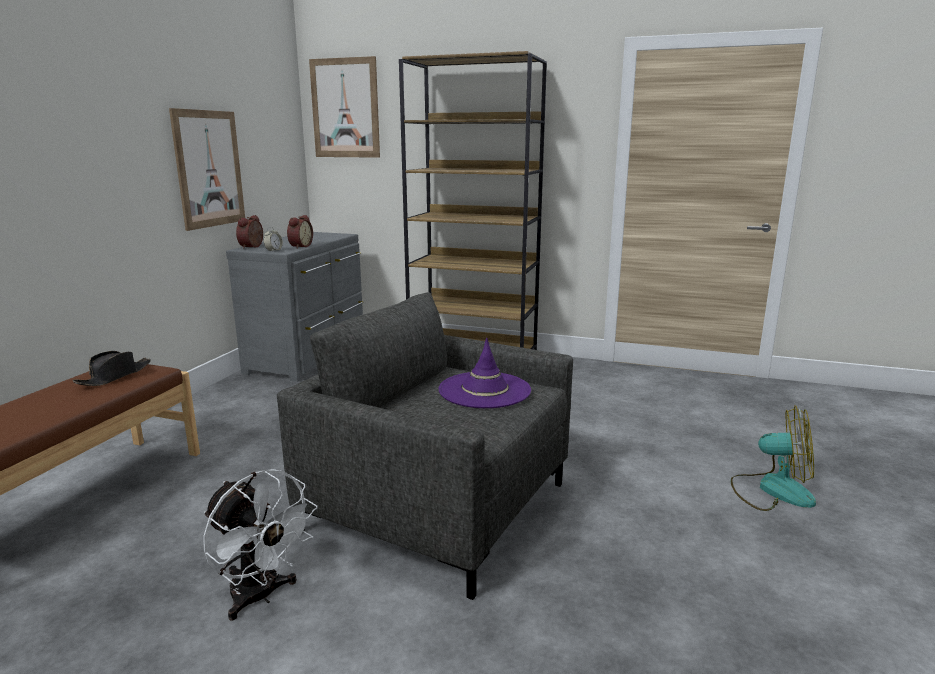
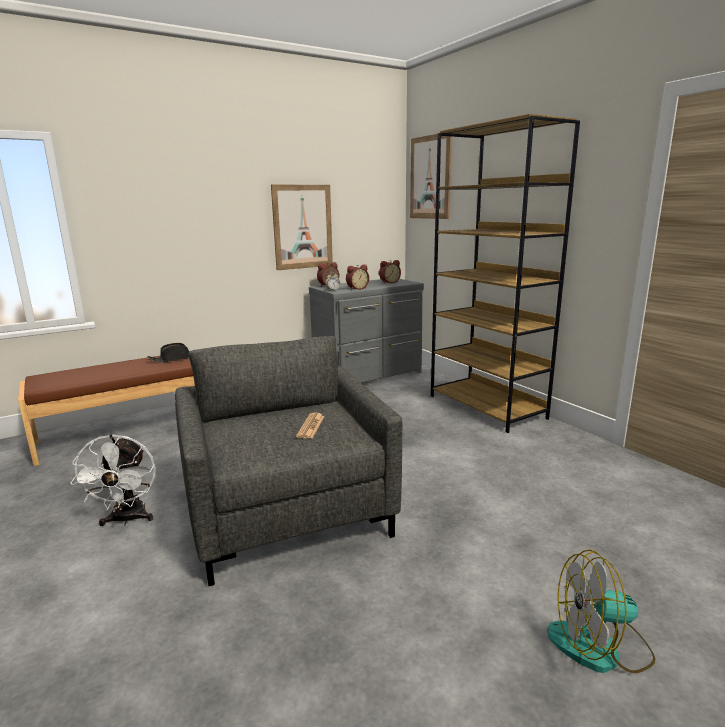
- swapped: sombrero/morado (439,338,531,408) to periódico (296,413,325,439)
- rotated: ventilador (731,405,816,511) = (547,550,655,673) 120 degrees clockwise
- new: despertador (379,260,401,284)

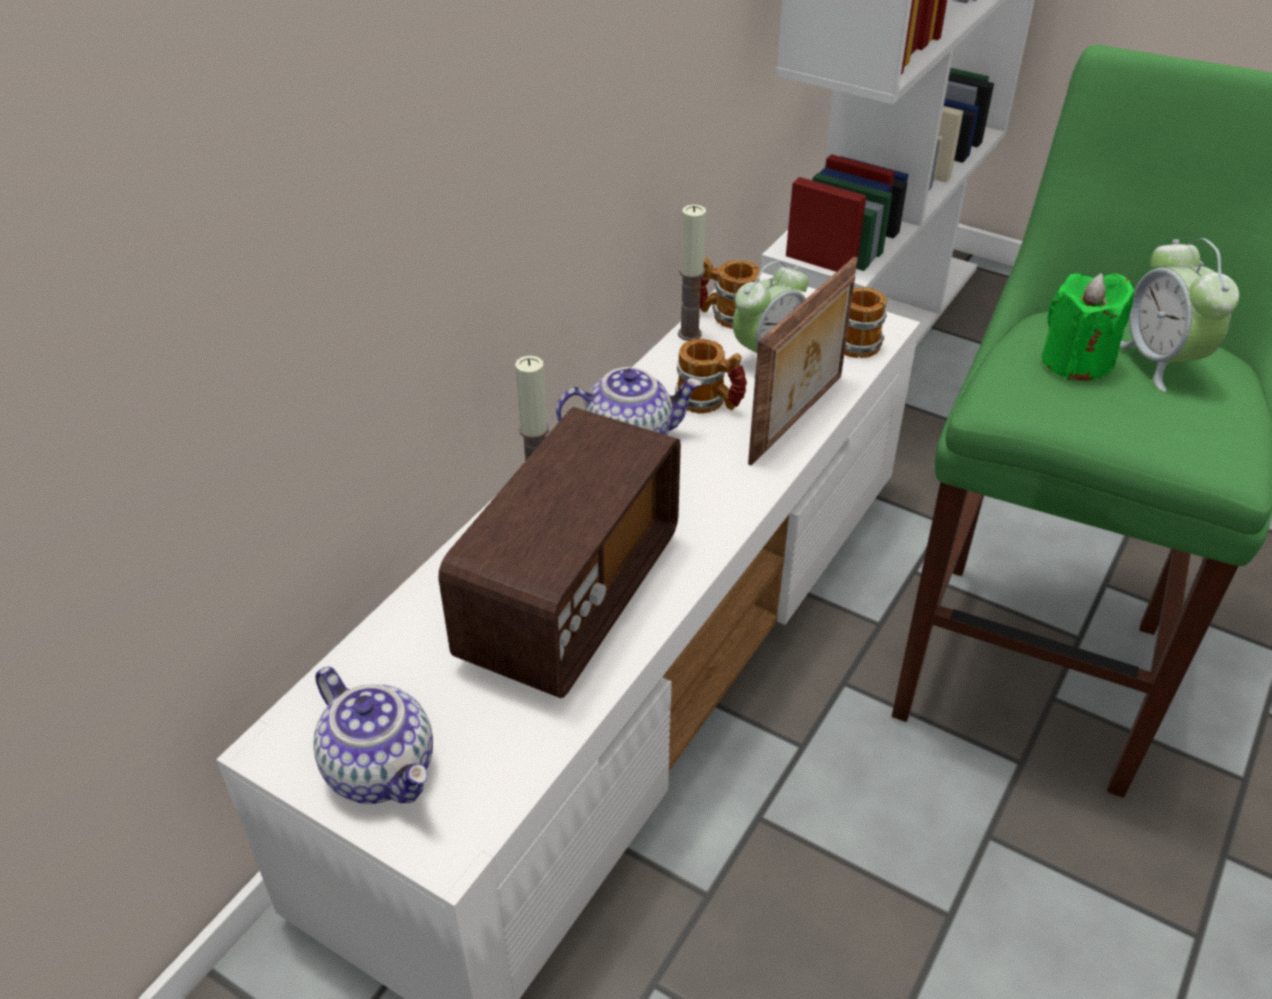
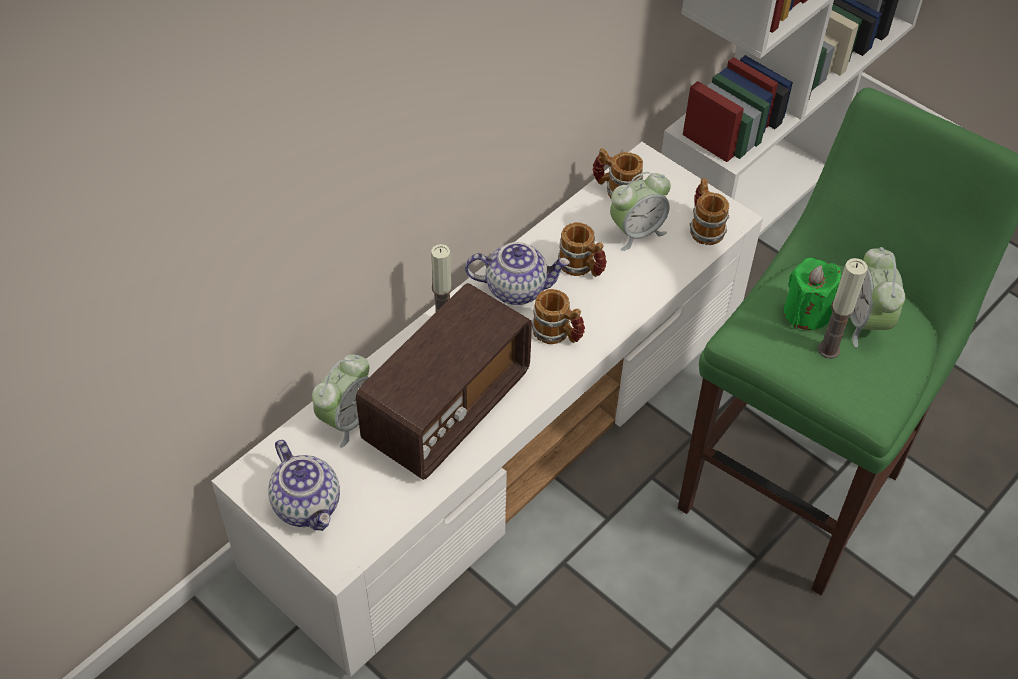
- shifted: vela (678,205,706,341) to (818,258,868,359)
- gone: portarretratos (748,256,858,466)
- new: taza grande (532,289,585,344)
- new: despertador (312,354,369,448)

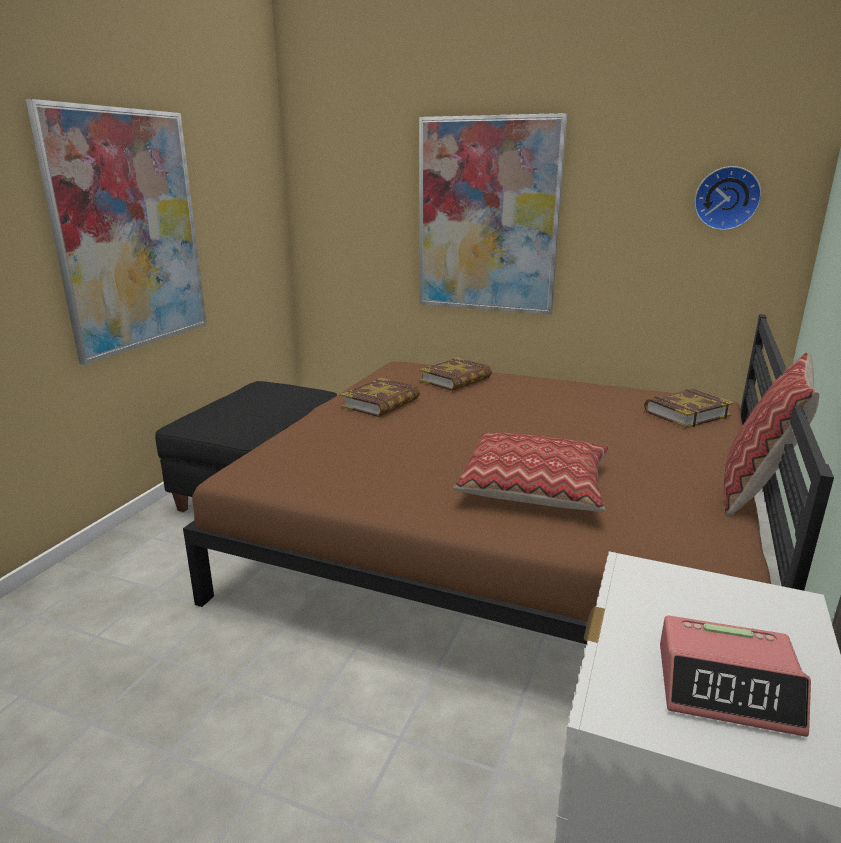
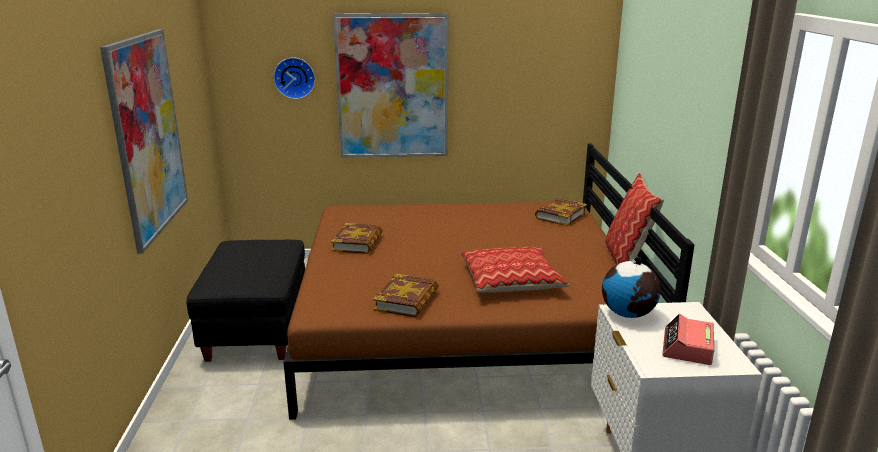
- shifted: reloj de pared (694,166,761,230) to (273,57,315,99)
- shifted: libro (420,358,492,391) to (373,274,438,317)
- rotated: despertador (660,615,811,737) = (662,314,714,365) 120 degrees clockwise
- new: globo terráqueo (602,256,661,318)

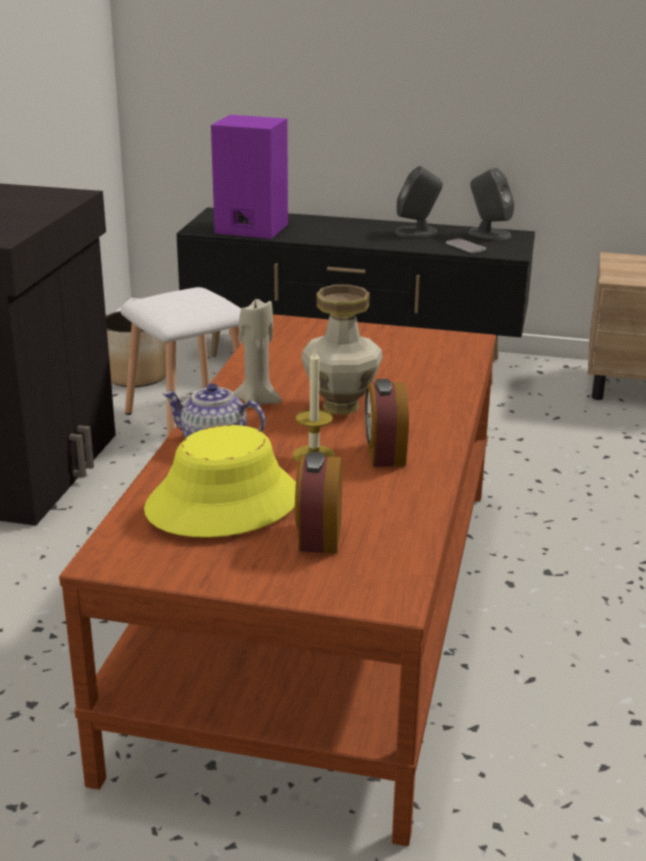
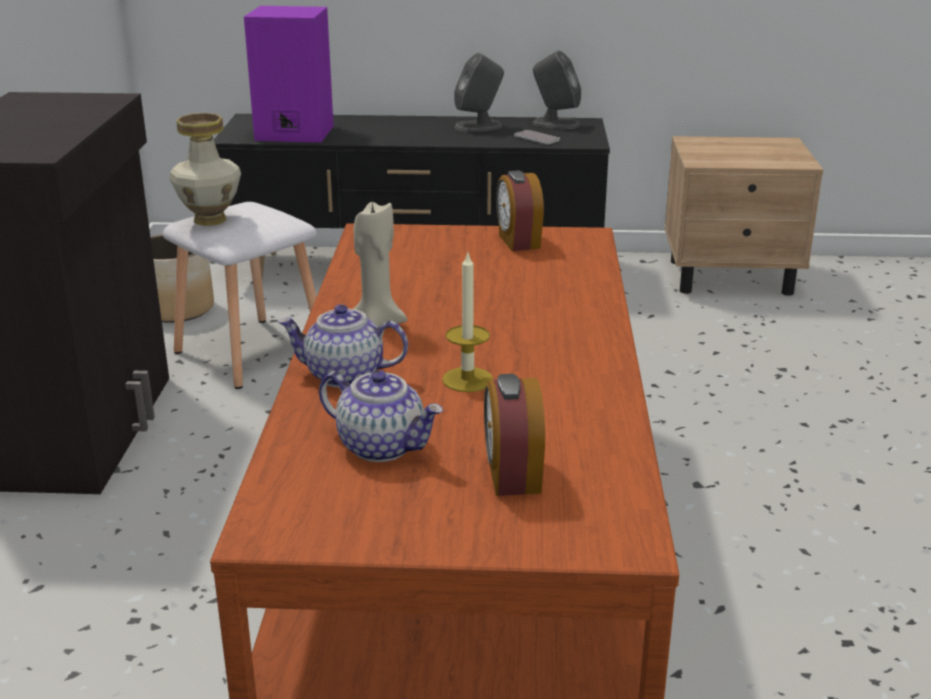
- shifted: florero (301,285,383,415) to (170,113,241,226)
- shifted: despertador (365,379,409,467) to (496,170,544,251)
- swapped: sombrero/amarillo (144,425,296,538) to tetera (319,370,443,462)

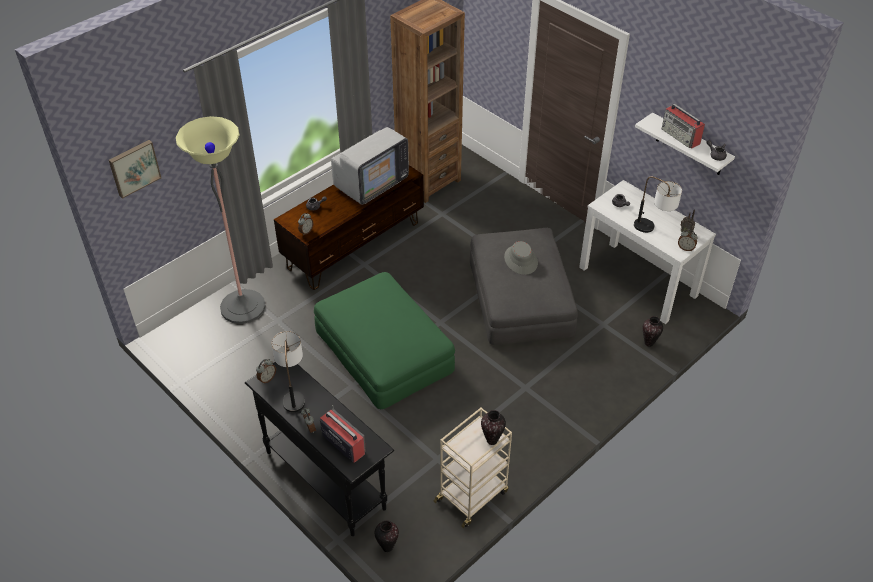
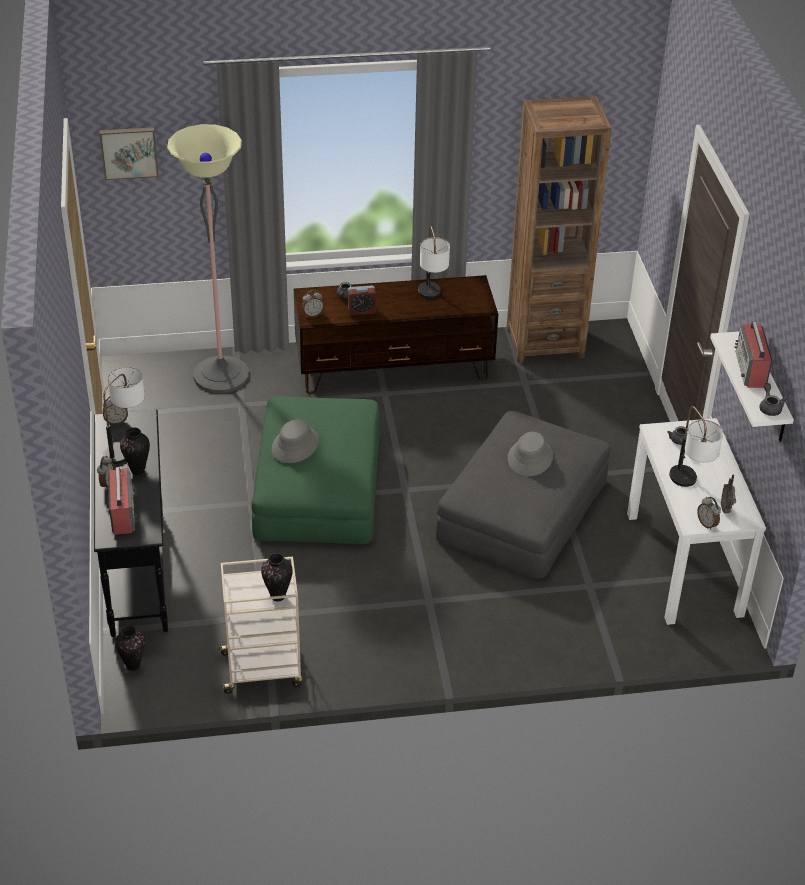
- swapped: televisor (331,127,409,205) to lámpara de mesa (418,226,450,299)
- shifted: florero (643,316,663,347) to (120,428,150,475)
- new: despertador (348,286,376,315)
- new: sombrero/gris (272,419,319,463)

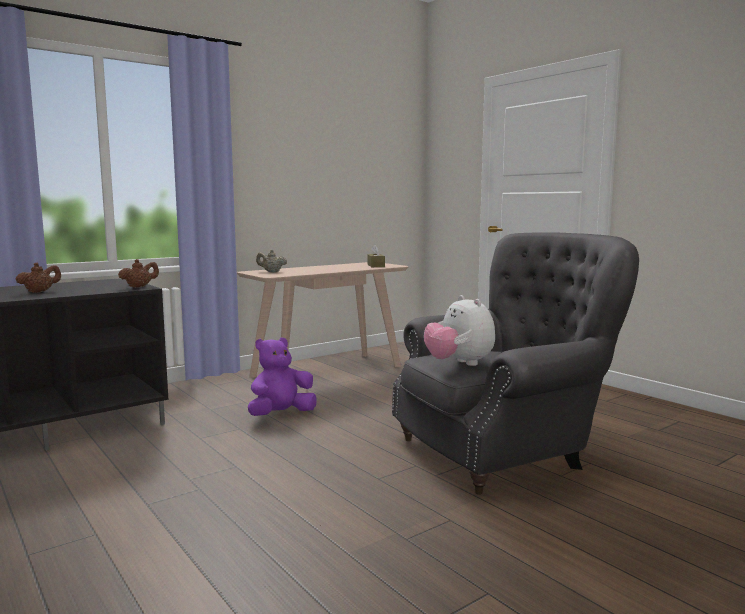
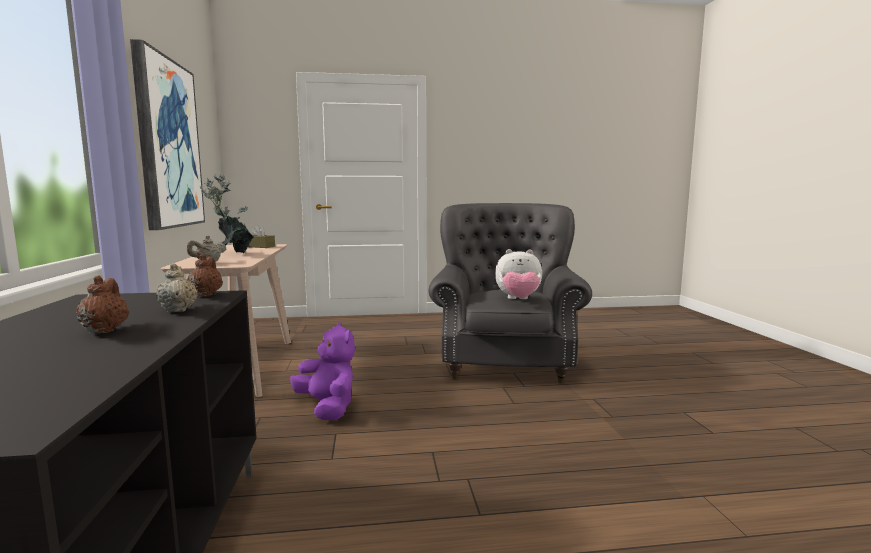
- rotated: peluche/morado (248,338,317,416) = (290,323,355,420) 150 degrees clockwise
- new: cuadro (130,39,205,230)
- new: planta en maceta (200,173,255,253)
- new: tetera/beis (156,263,197,312)

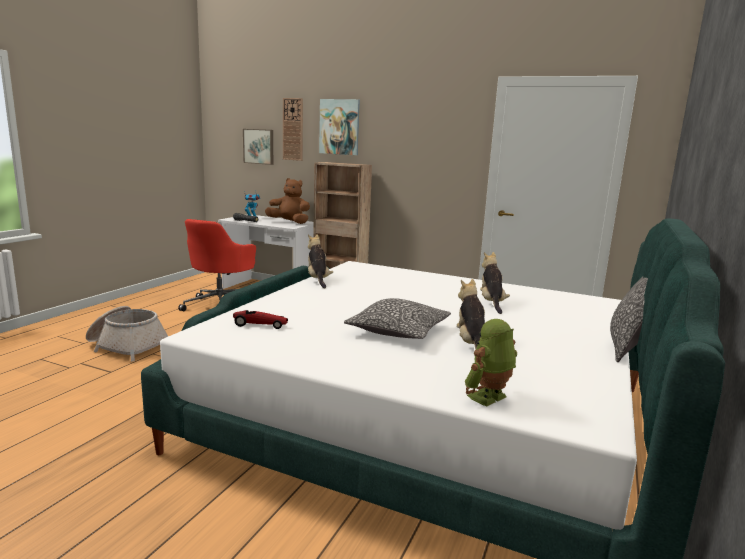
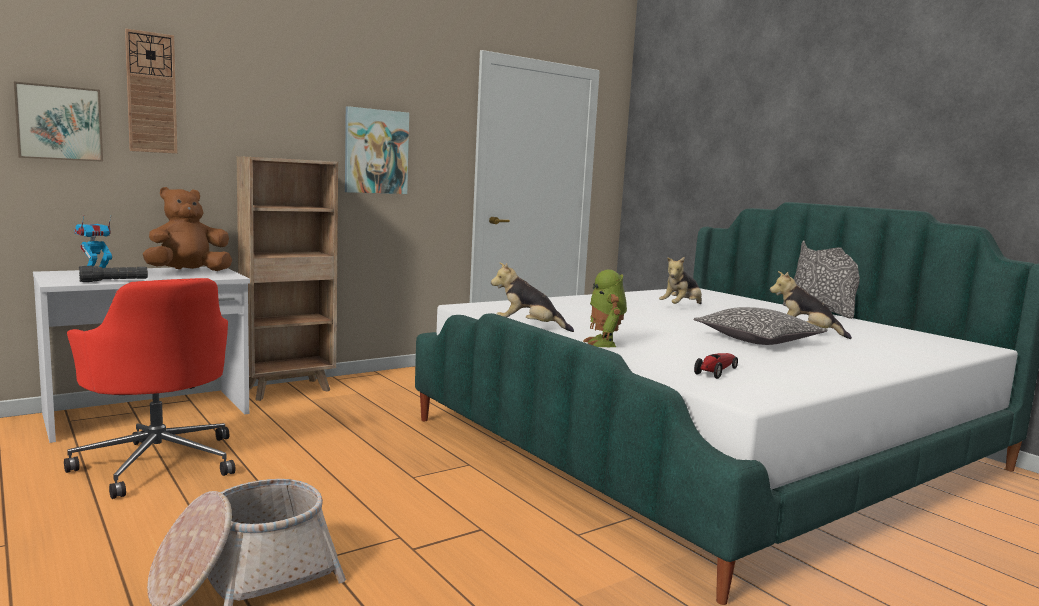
- shifted: cuadro (319,99,360,155) to (345,106,409,194)
- rotated: peluche (480,252,510,314) = (659,257,702,304) 75 degrees counterclockwise
- shifted: robot de juguete (465,319,517,407) to (583,270,627,347)

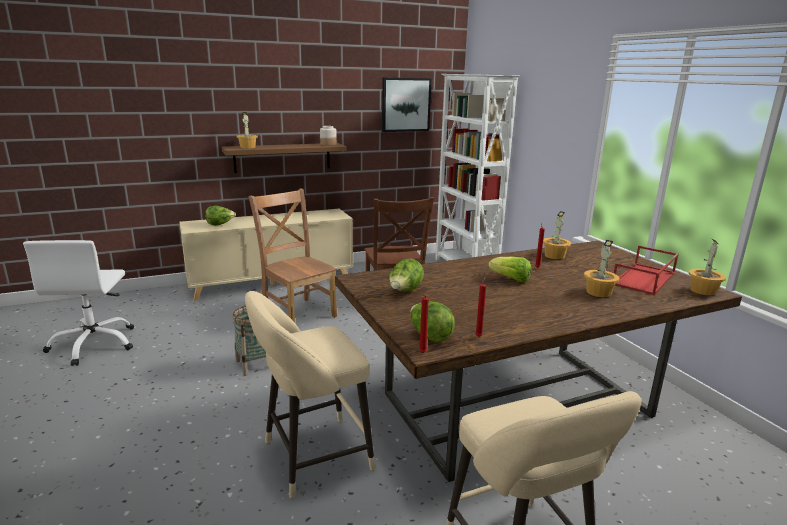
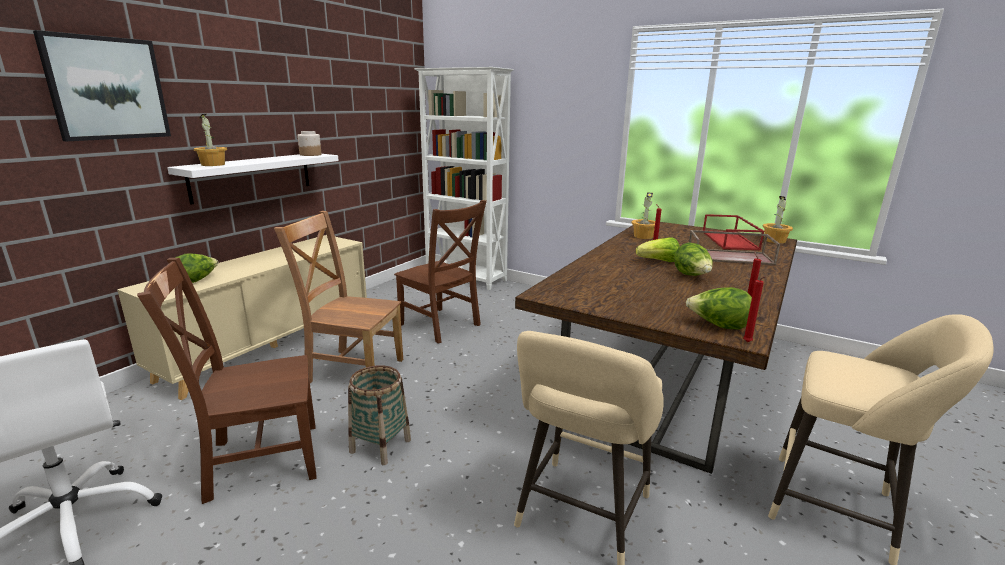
- shifted: cuadro (382,78,432,132) to (33,30,171,141)
- repainted: estante/marrón (222,143,346,173) to estante/blanco (167,154,339,205)
- swapped: planta en maceta (584,240,620,297) to bandeja/marrón (689,230,780,265)
- shifted: lechuga (389,259,424,291) to (674,242,713,276)
- new: silla/marrón (137,258,316,504)

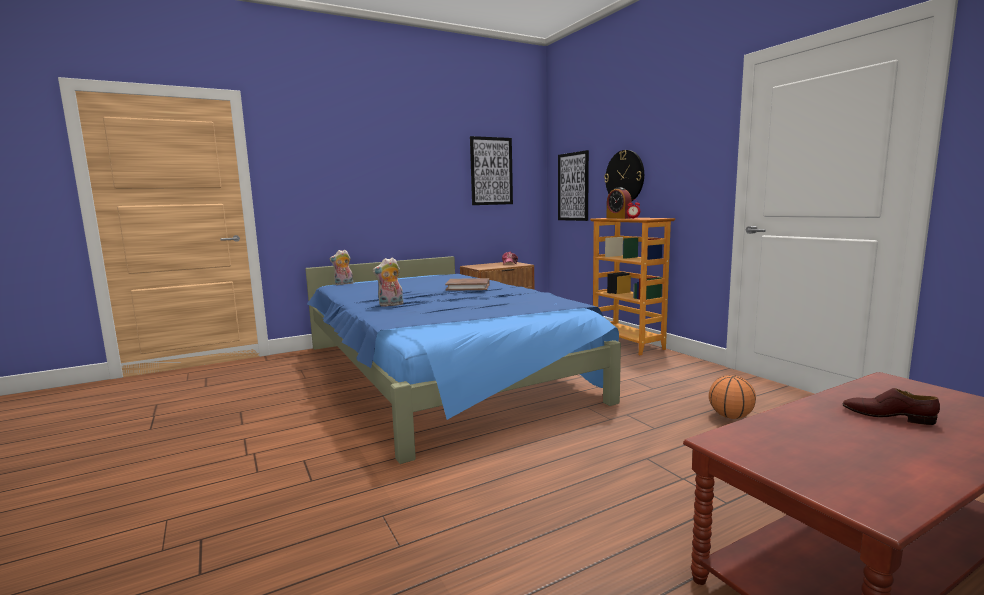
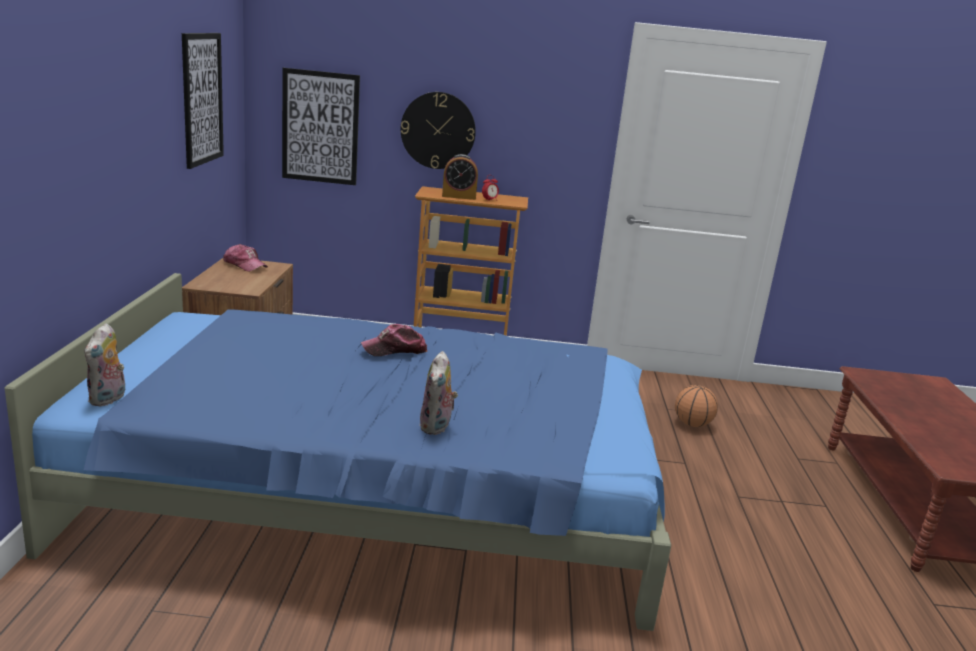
- swapped: libro/marrón (445,278,490,291) to gorra (361,324,427,356)
- gone: zapato/marrón (843,388,940,425)

